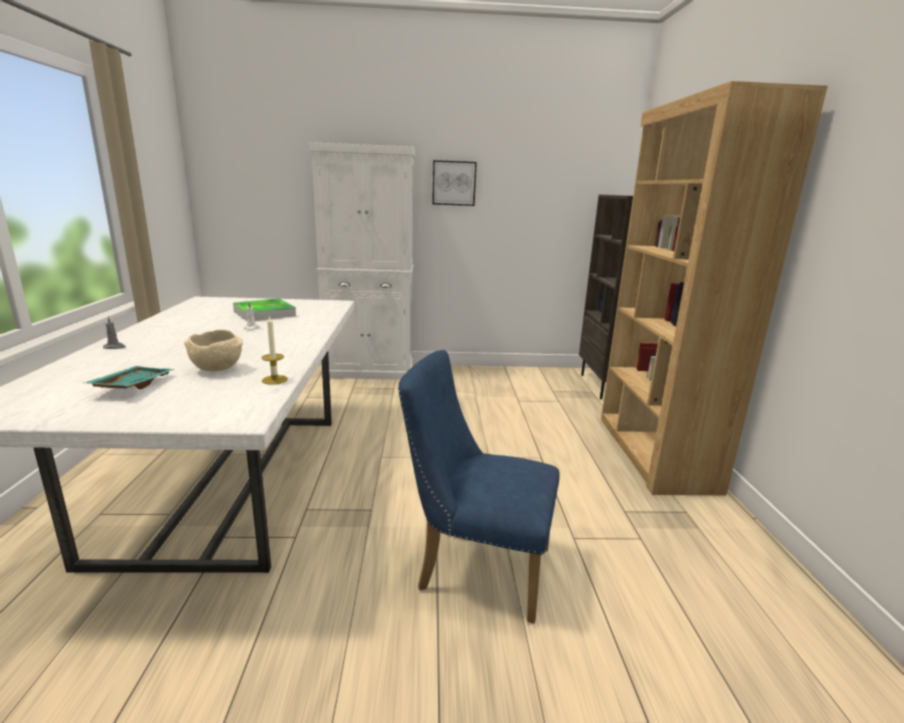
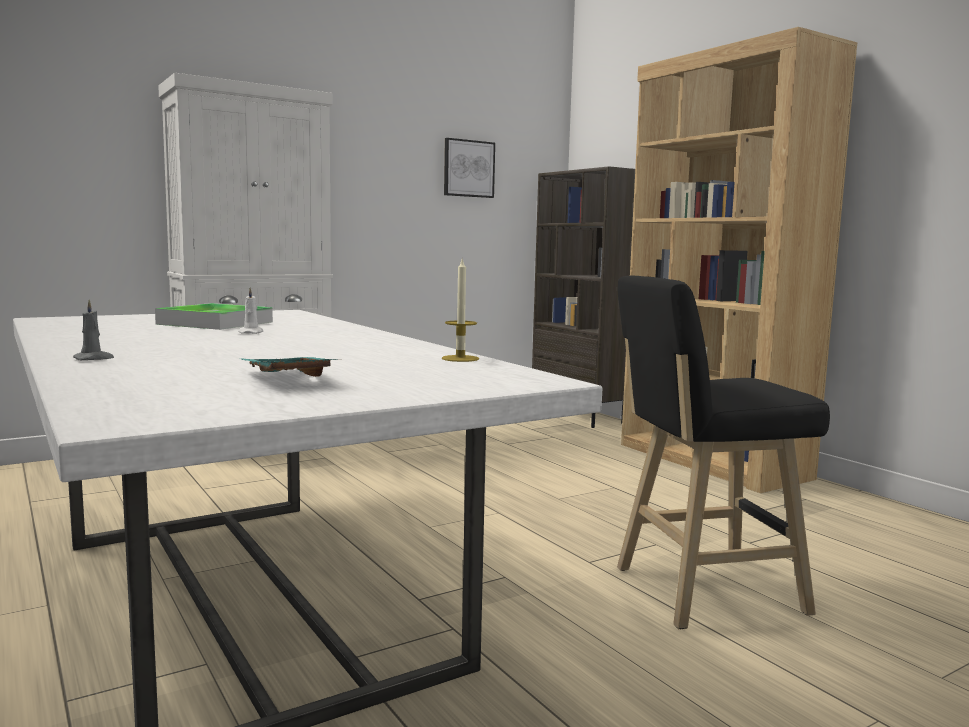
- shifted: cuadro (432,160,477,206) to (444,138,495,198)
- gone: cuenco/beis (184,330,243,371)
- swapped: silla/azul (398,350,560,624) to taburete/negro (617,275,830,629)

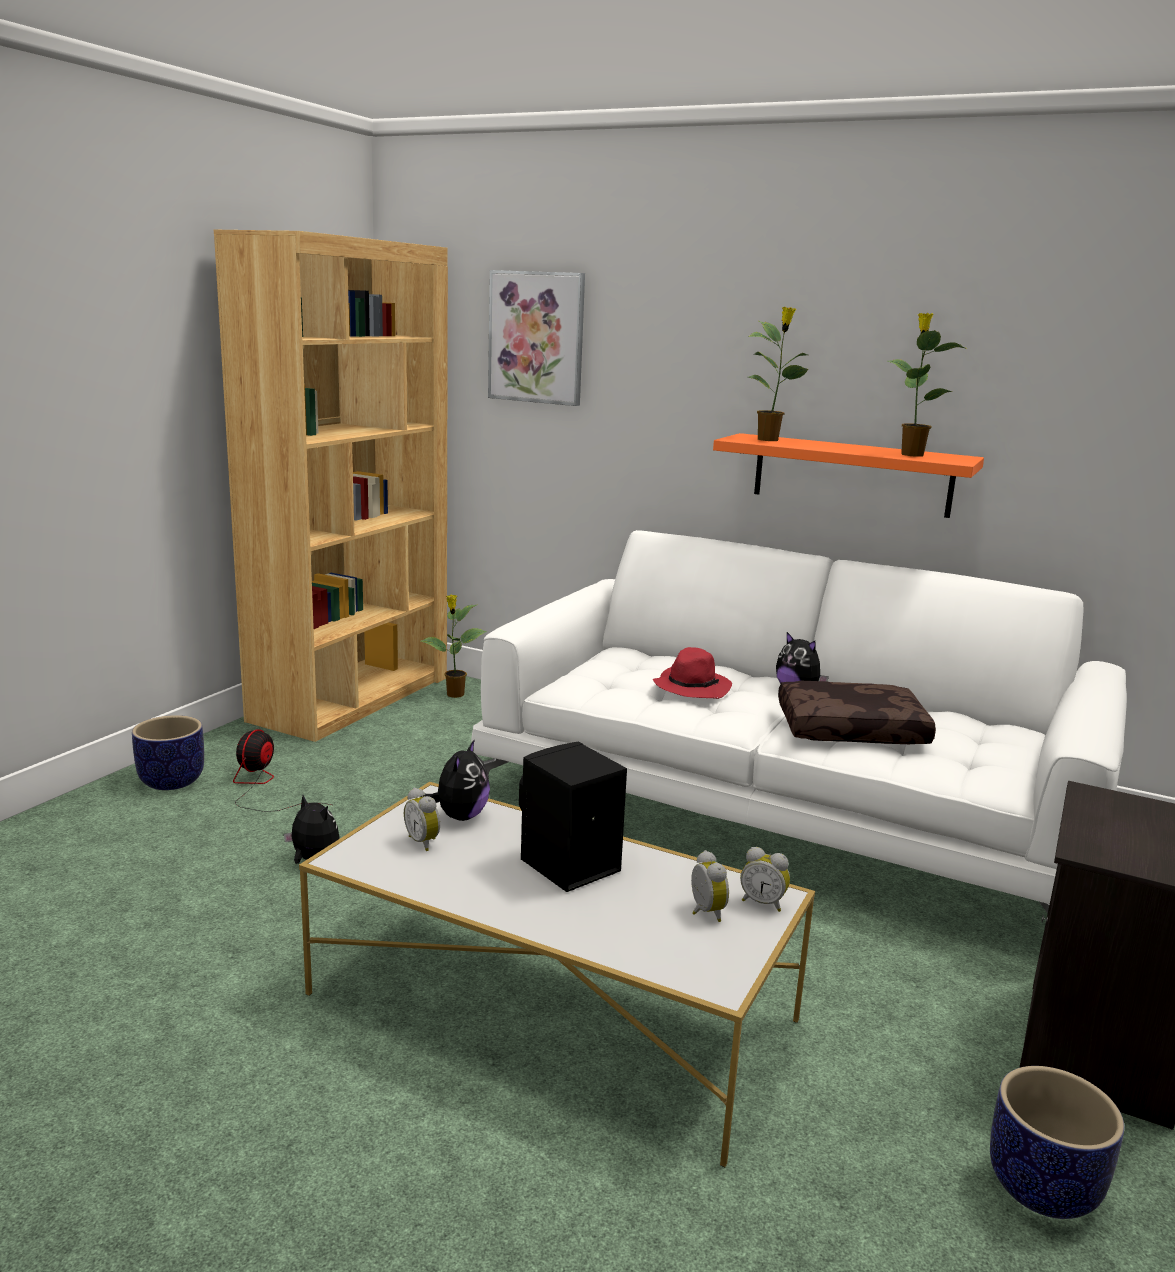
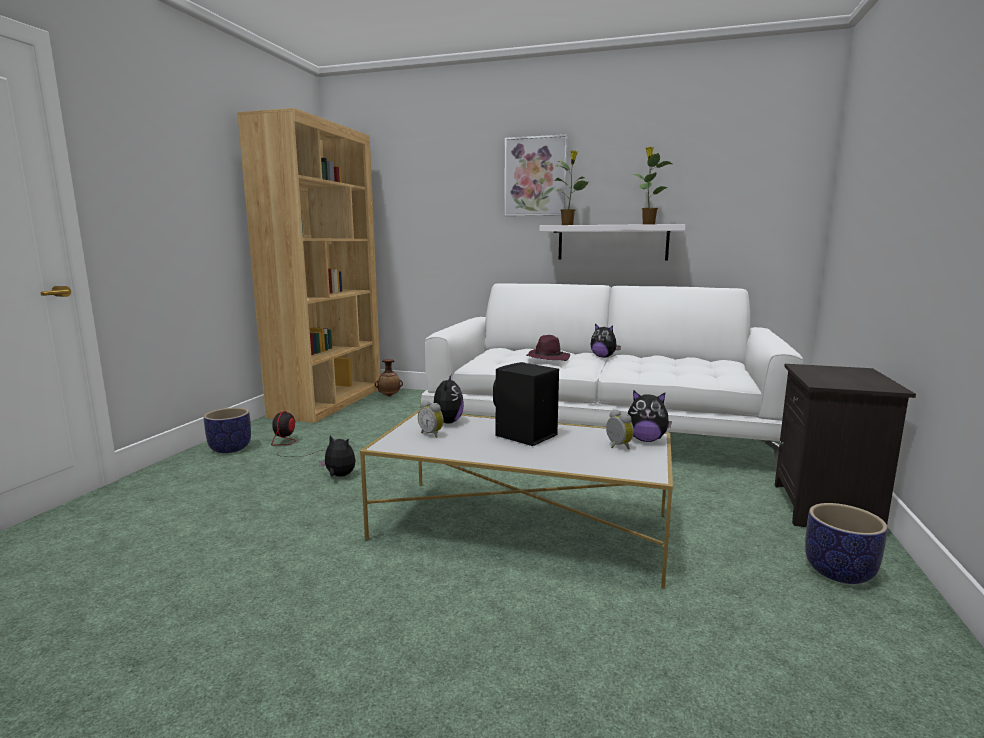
- shifted: cuadro (488,270,585,406) to (504,134,567,216)
- repainted: estante/naranja (713,433,984,518) to estante/blanco (539,224,686,261)
- swapped: planta en maceta (421,595,487,698) to florero (375,359,403,396)
- repainted: sombrero/rojo (653,647,732,699) to sombrero/morado (526,335,570,361)
- gone: cojín/marrón (778,681,936,744)
- swapped: despertador (740,847,790,912) to peluche (628,390,672,442)

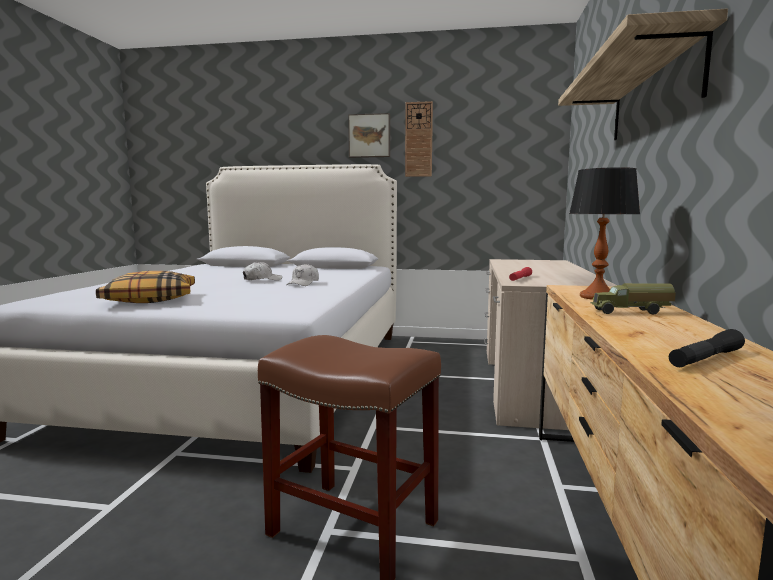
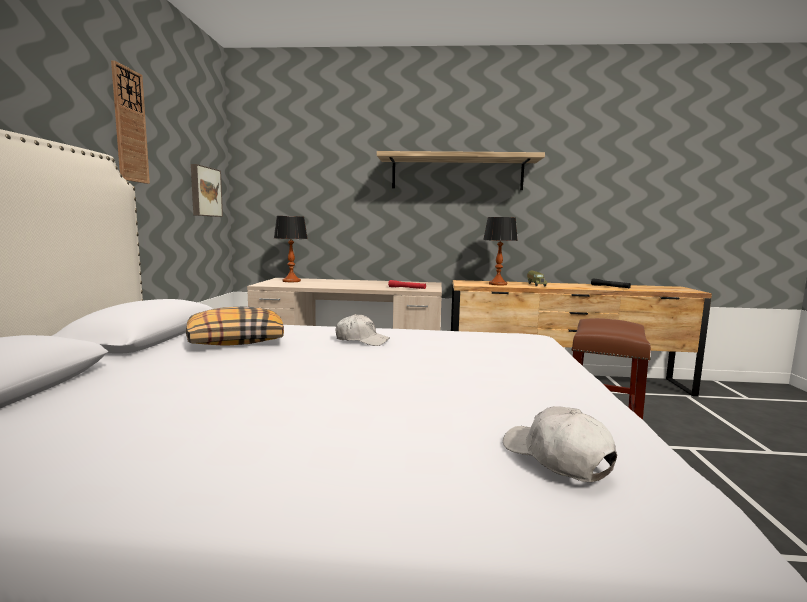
- shifted: cuadro (348,113,390,158) to (191,164,223,217)
- shifted: gorra/blanco (243,262,282,281) to (503,406,617,482)
- shifted: cojín (96,271,195,303) to (186,306,284,346)
- new: lámpara de mesa (274,216,308,282)

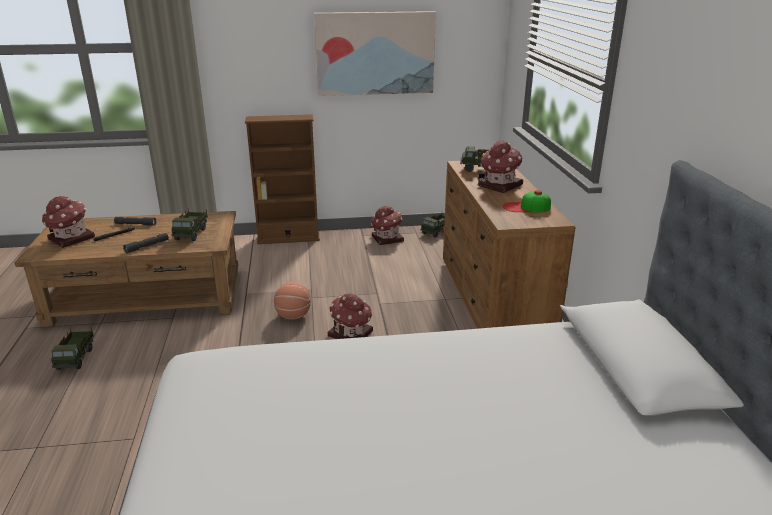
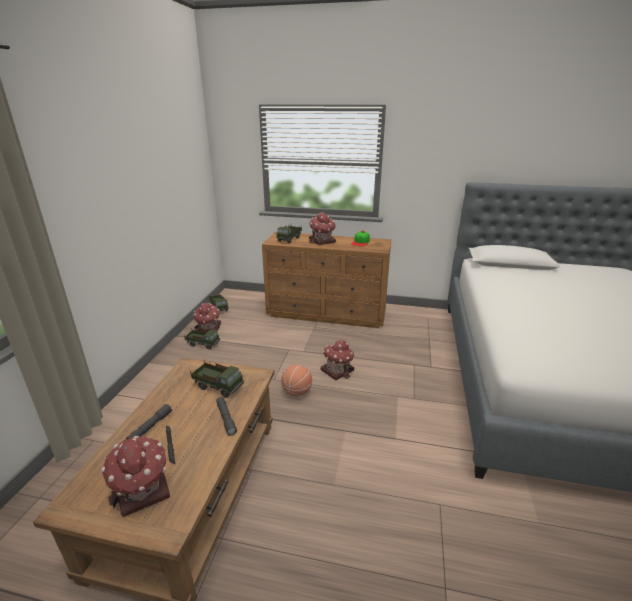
- gone: cuadro (314,11,436,96)
- gone: estantería/marrón (245,114,320,244)
- shifted: camión de juguete (51,327,94,370) to (184,328,220,350)

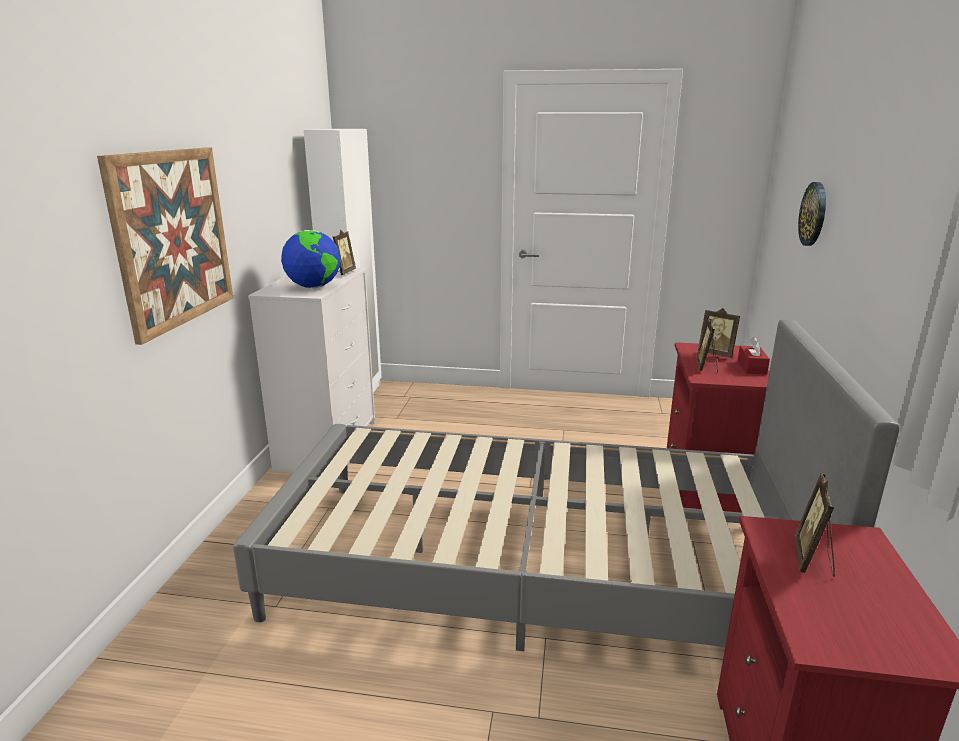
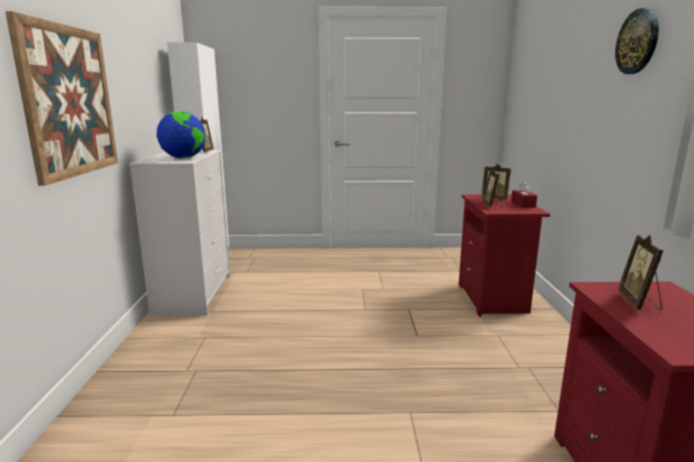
- shifted: reloj de pared (798,182,826,246) to (615,8,659,74)
- gone: cama/gris (233,319,900,651)

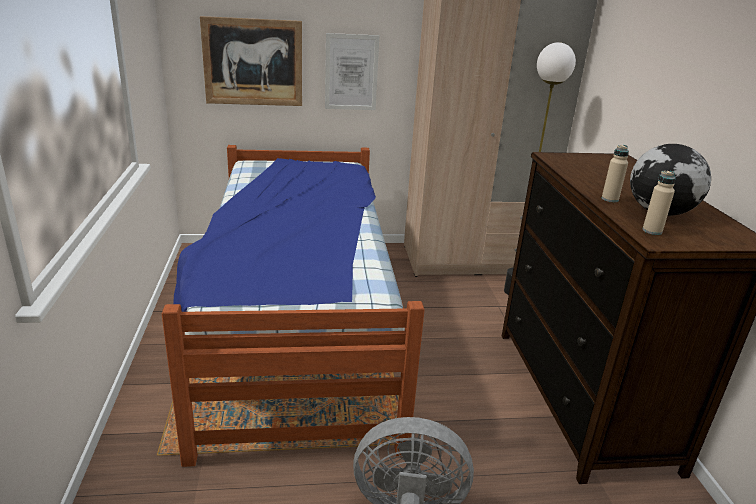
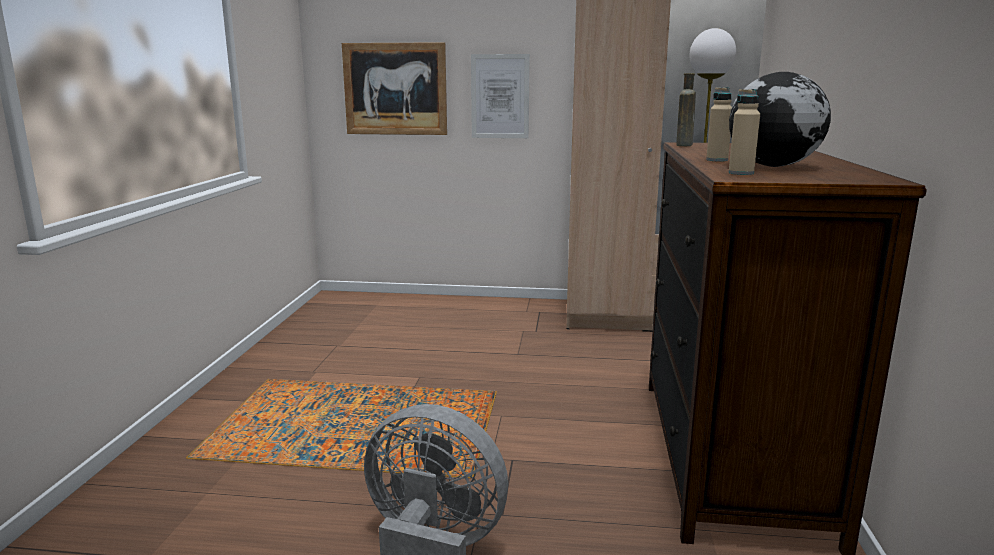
- gone: cama (162,145,425,467)
- new: botella/marrón (677,73,696,146)

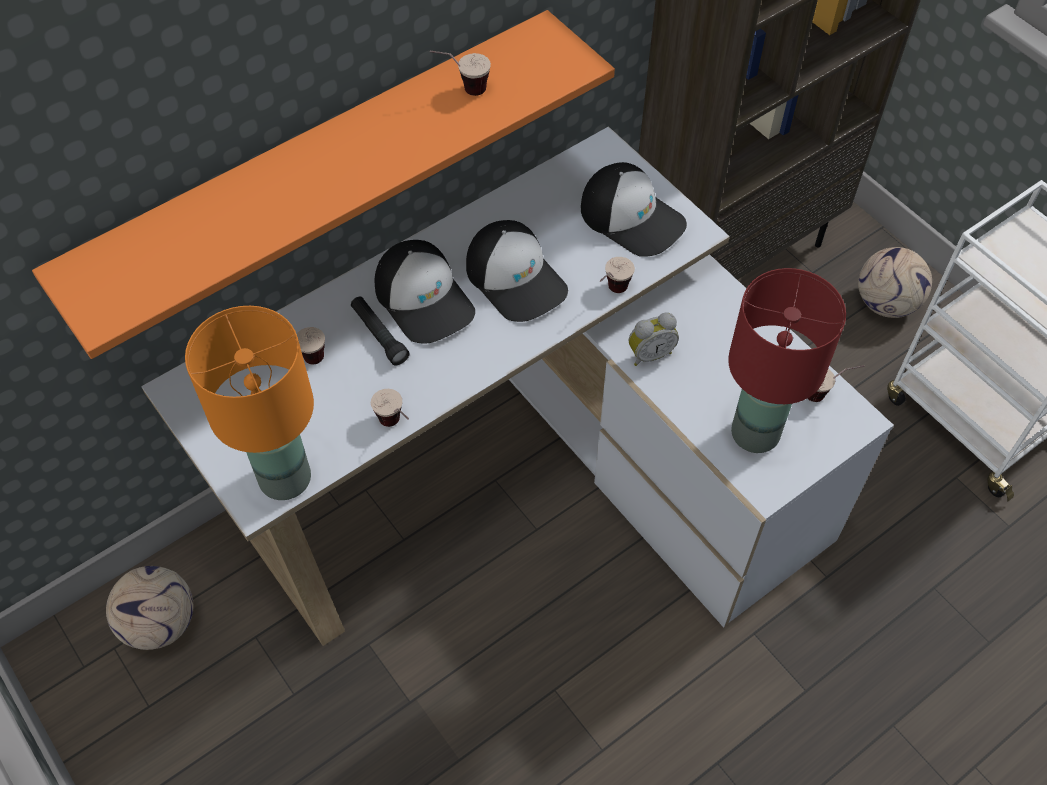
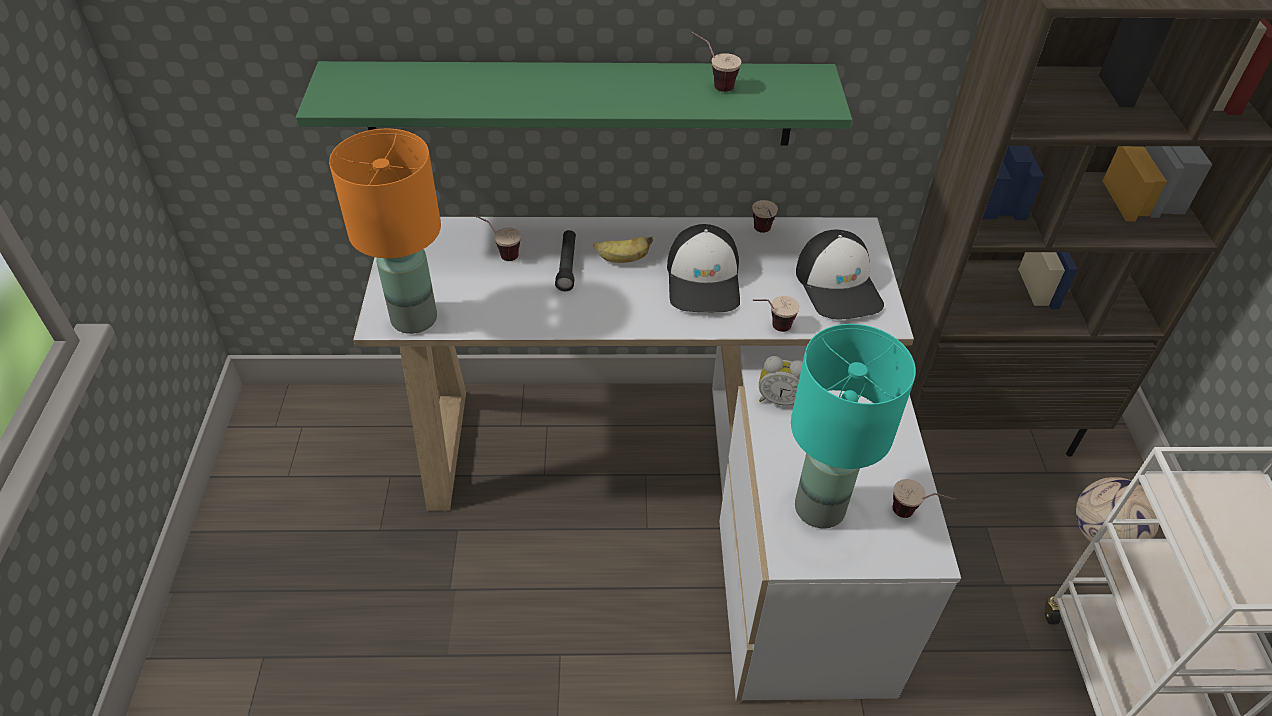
- repainted: estante/naranja (32,10,615,359) to estante/verde (296,61,852,146)
- swapped: gorra (375,240,475,344) to plátano (593,237,653,263)
- repainted: lámpara de mesa/rojo (728,268,846,453) to lámpara de mesa/turquesa (791,324,916,529)
- shifted: taza (371,389,409,427) to (752,200,778,233)
- gone: balón de fútbol (106,566,193,650)

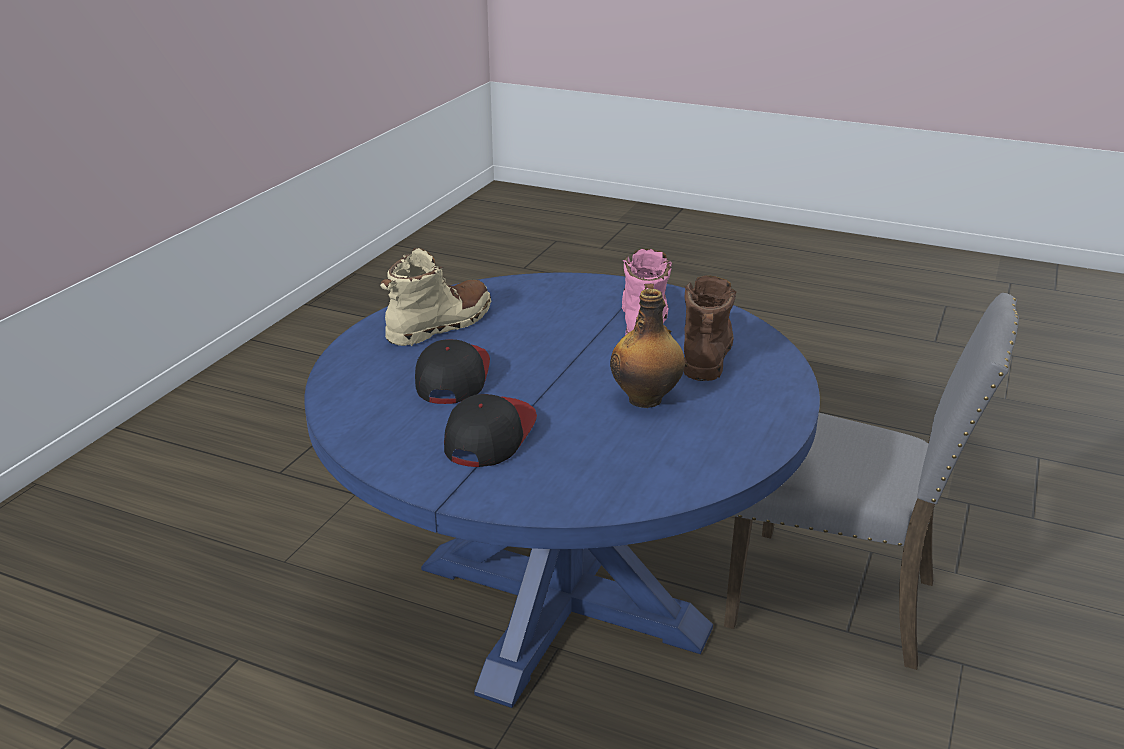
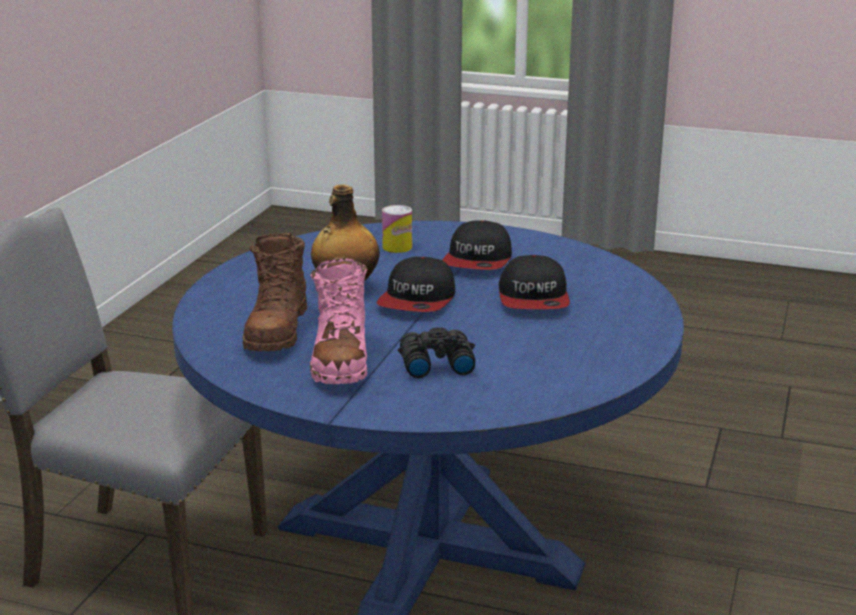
- gone: bota/beis (380,248,491,346)
- new: lata (382,205,412,253)
- new: gorra (377,257,455,312)
- new: prismáticos/negro (398,328,475,378)

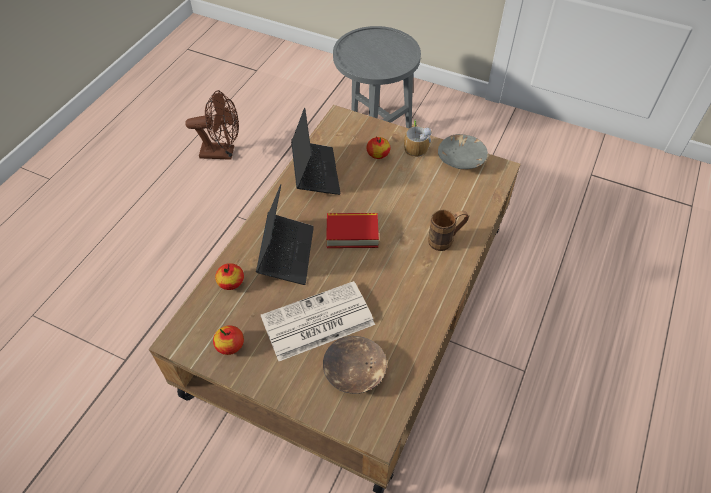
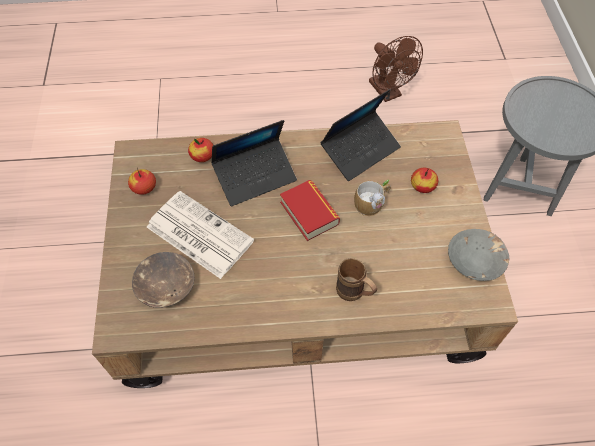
- shifted: taza grande (404,120,432,157) to (354,180,391,216)

